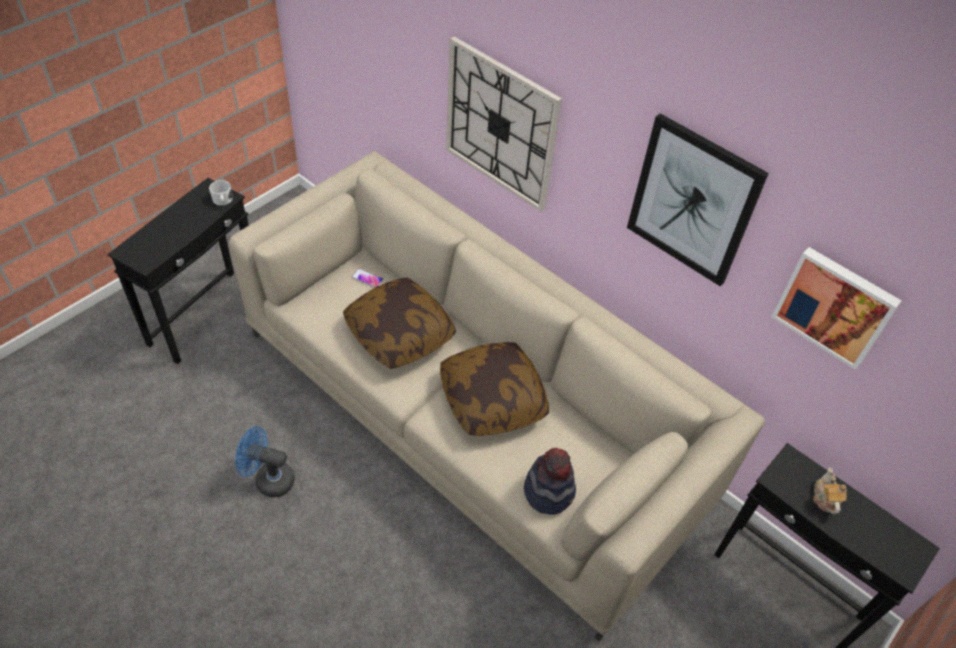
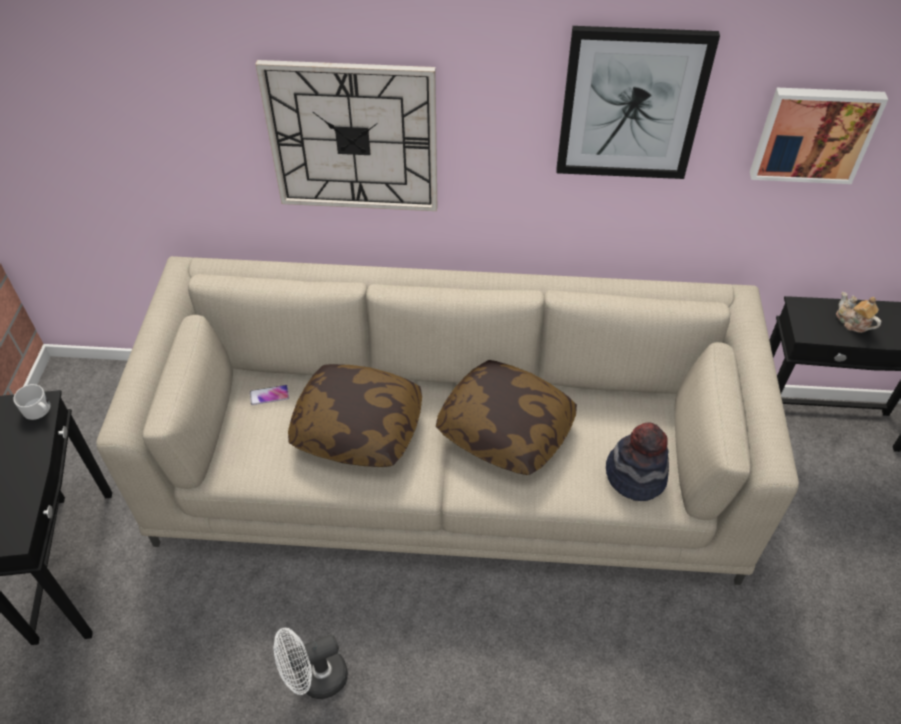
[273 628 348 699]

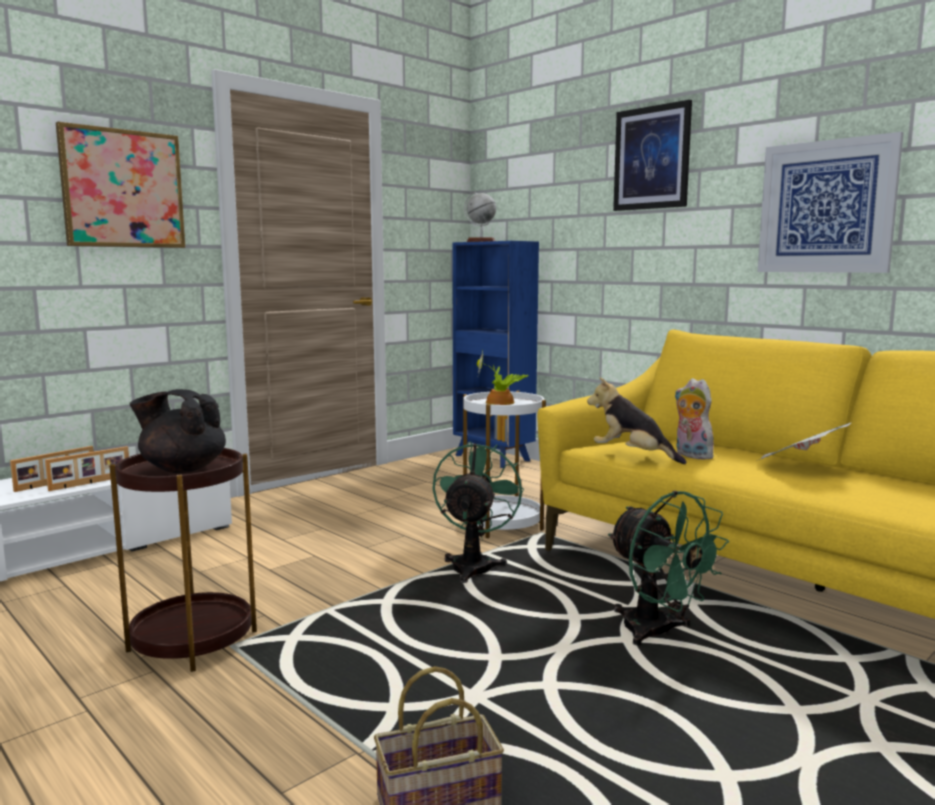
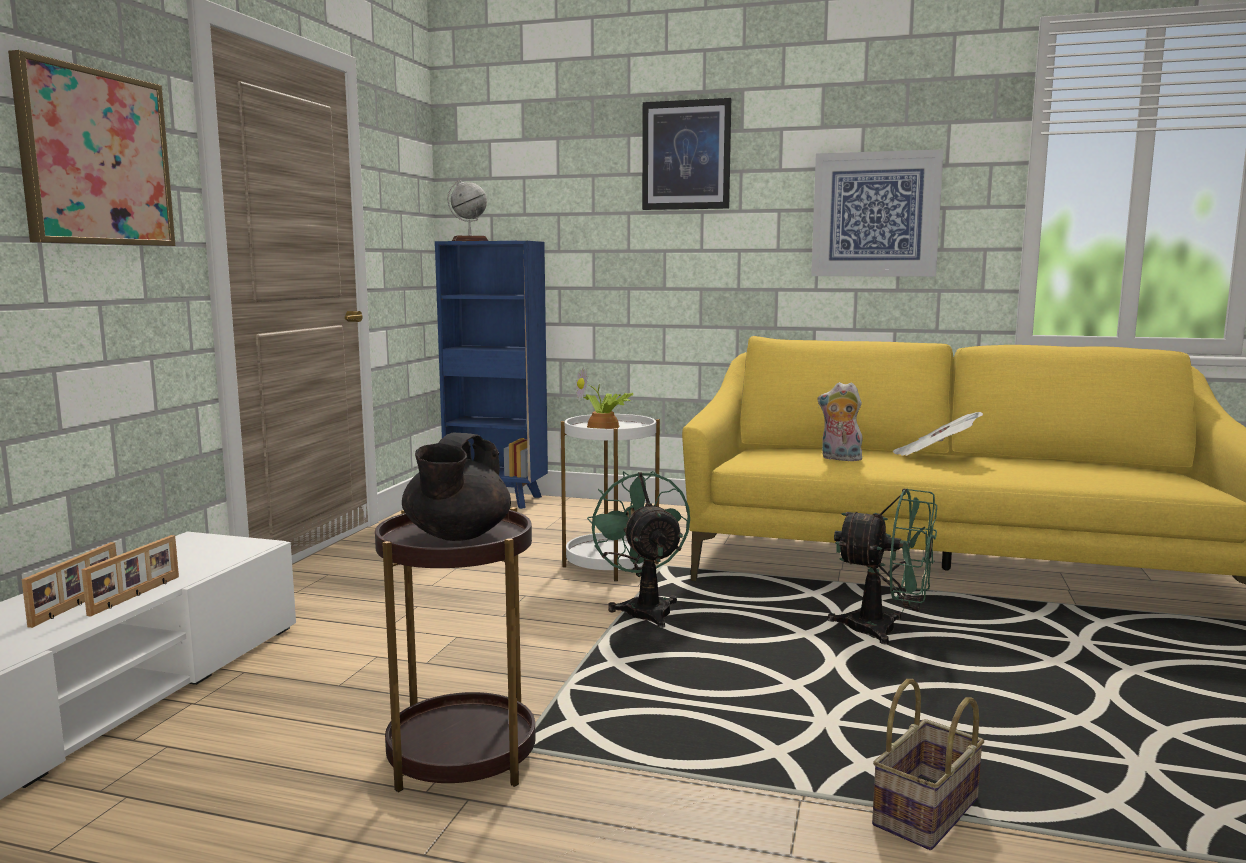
[587 378 686 464] (first image)
[402 433 511 541]

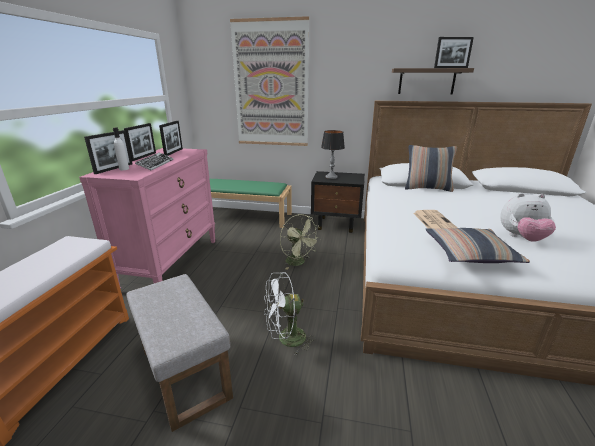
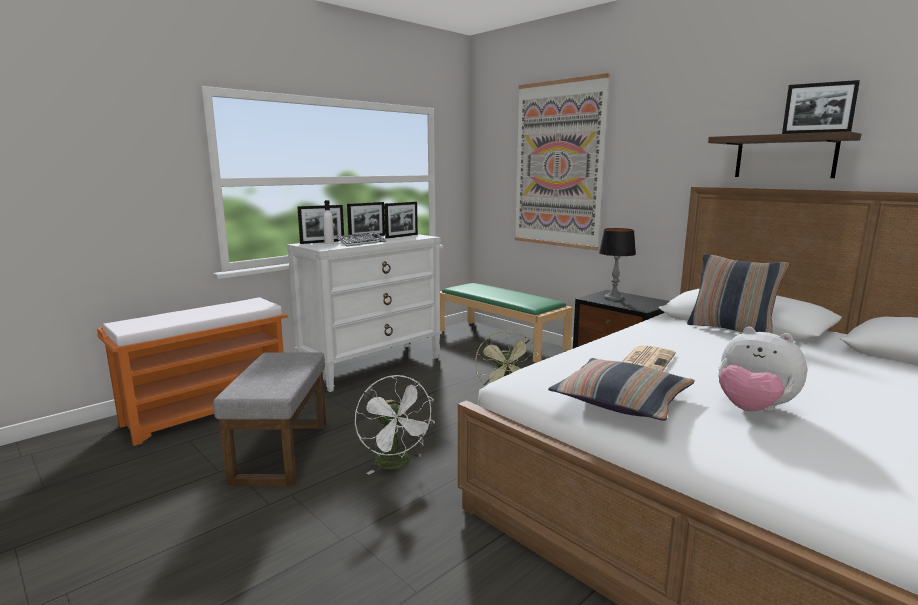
[287 234 441 392]
[355 375 435 475]

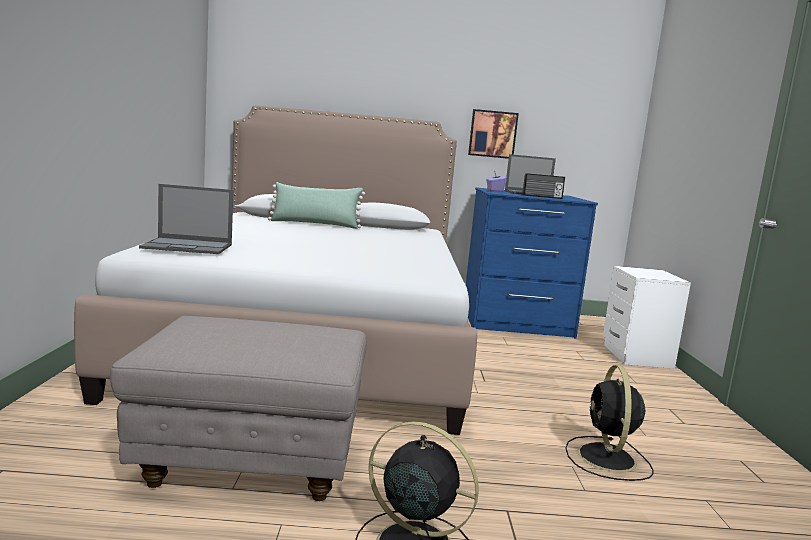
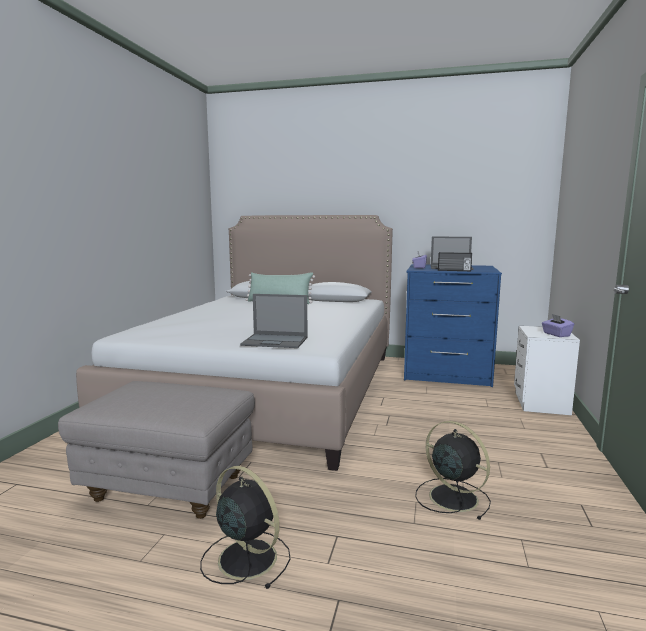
[468 109 519 159] (first image)
[542 314 574 337]
[240 294 308 348]
[415 421 491 520]

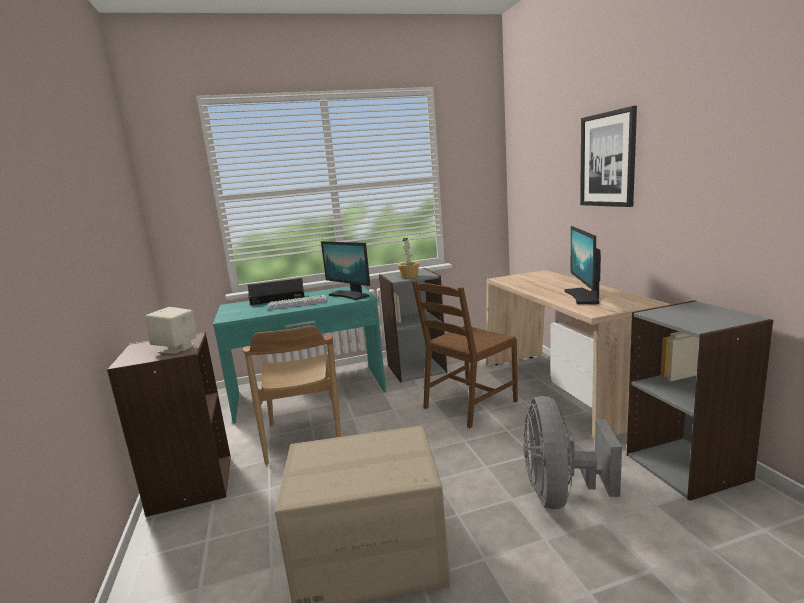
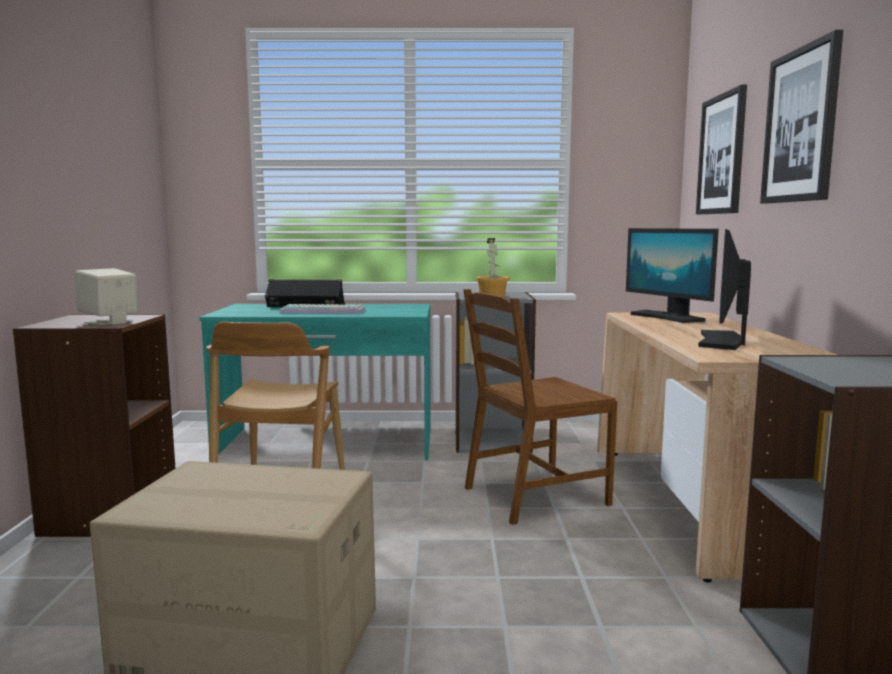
[523 396 622 509] (first image)
[696 85 747 214]
[626 228 719 323]

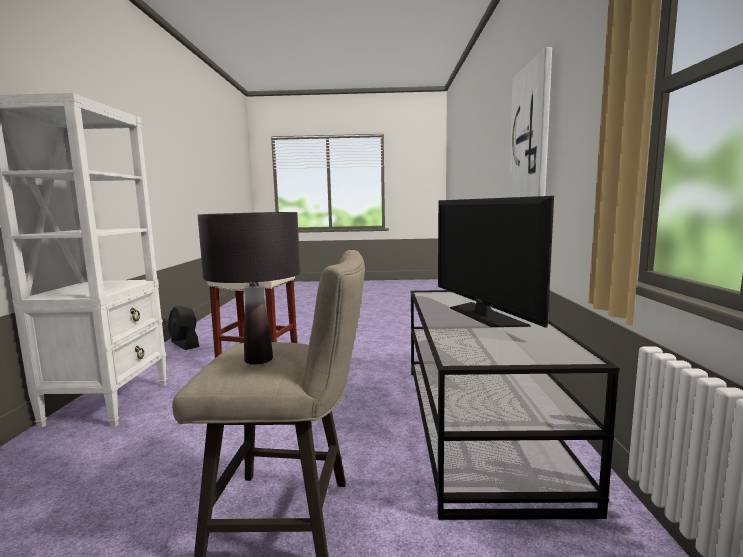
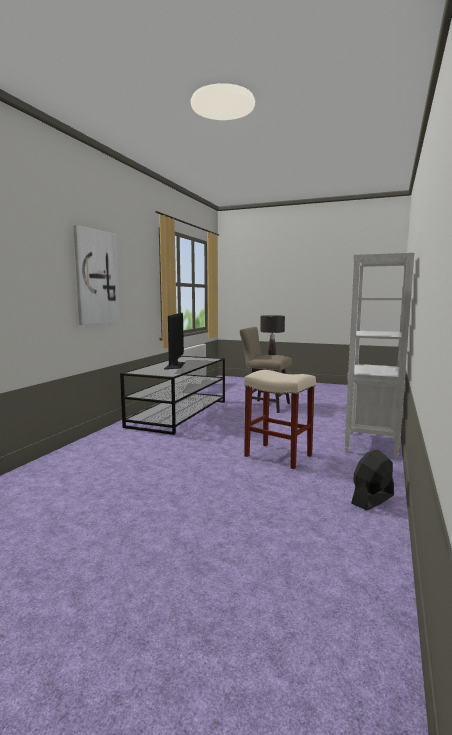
[351 449 394 510]

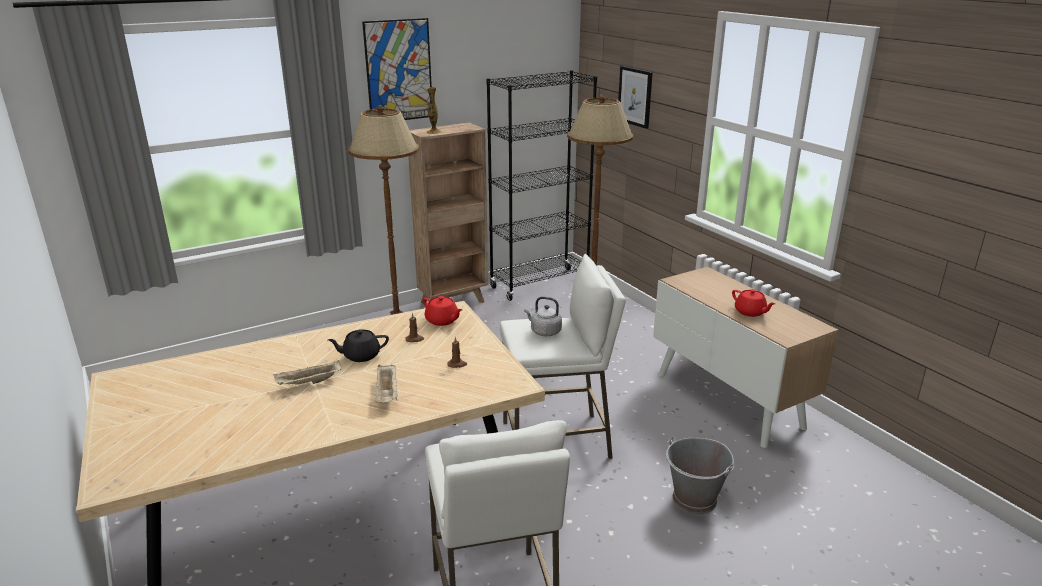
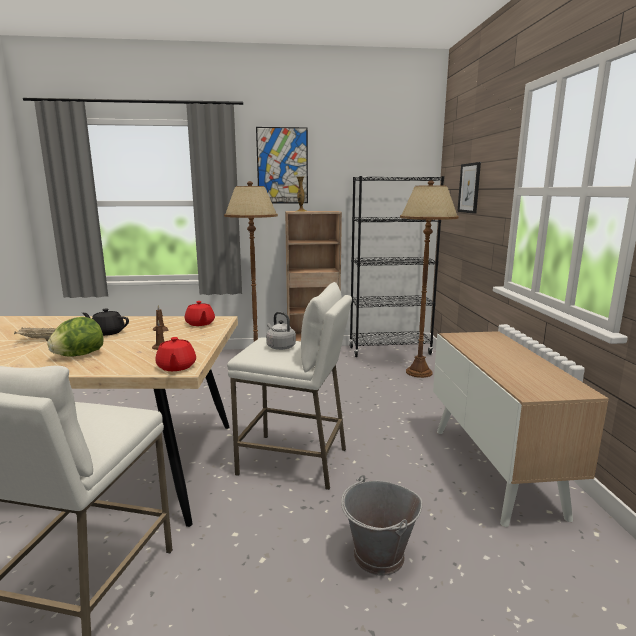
[155 337 196 371]
[47 317 104 356]

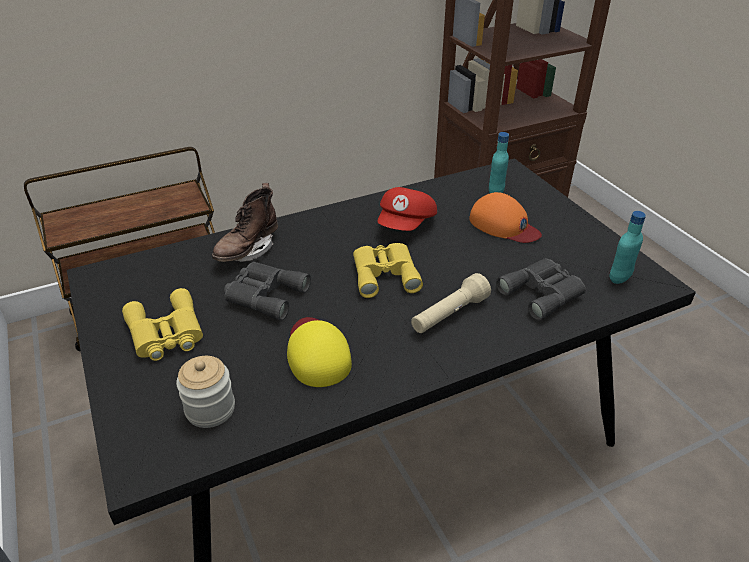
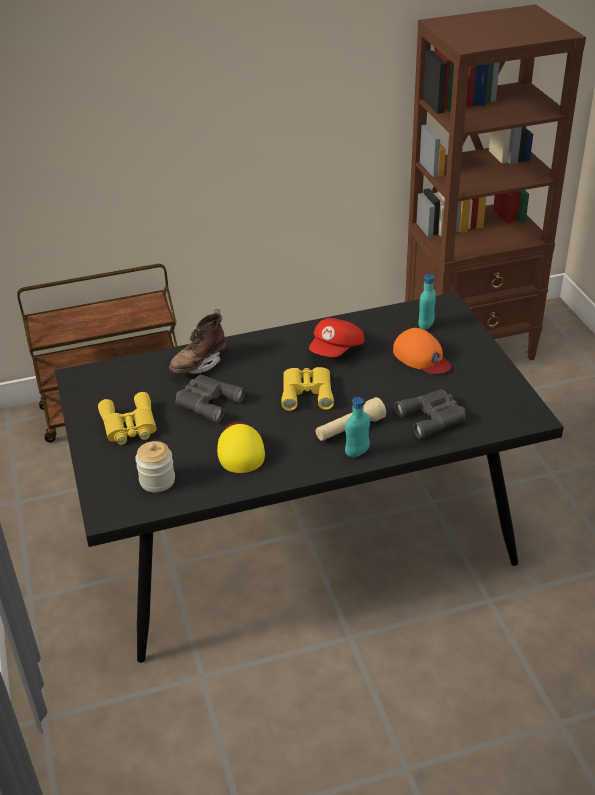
[345 397 370 457]

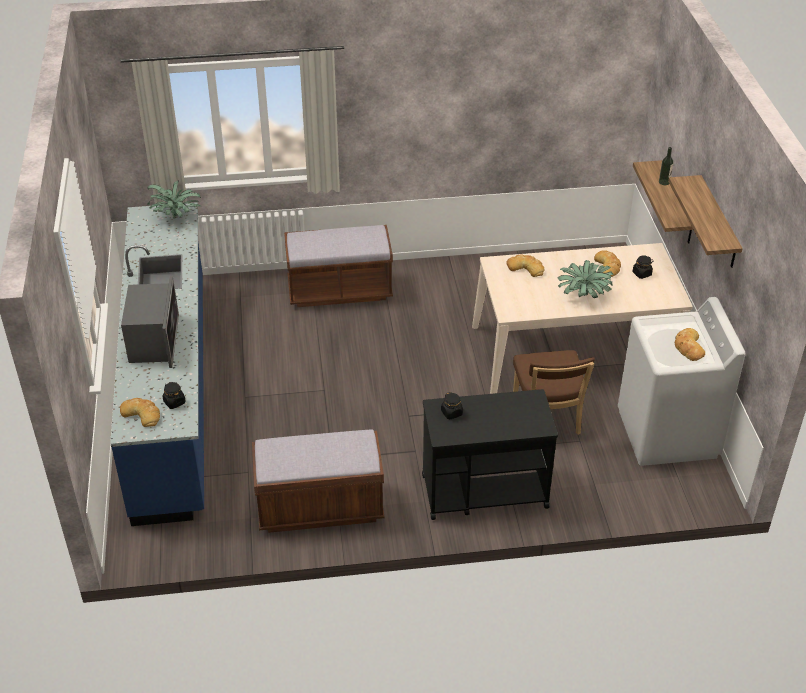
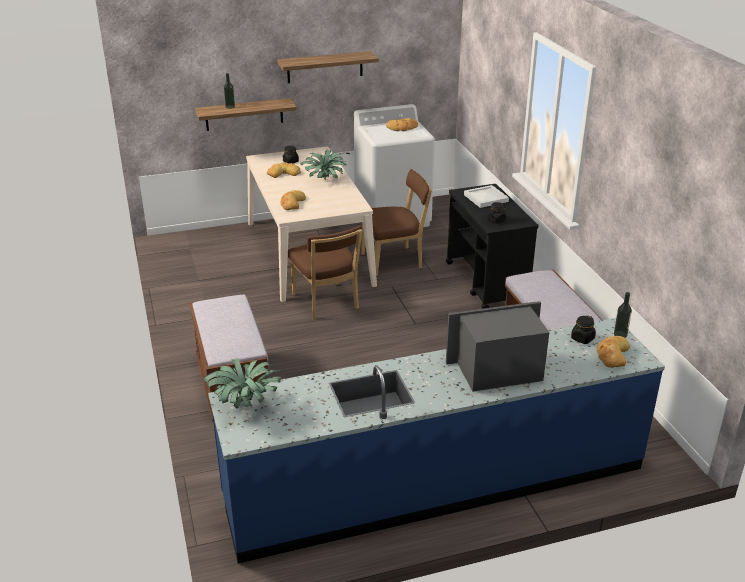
[288 225 363 320]
[464 185 509 208]
[614 292 632 338]

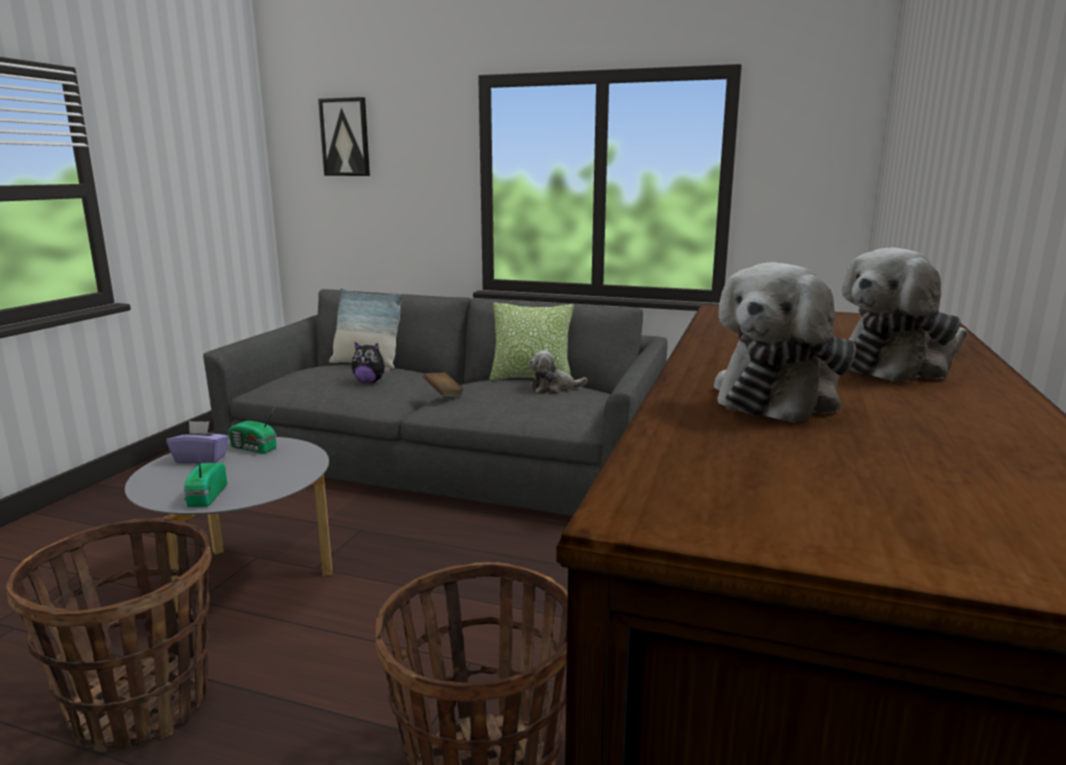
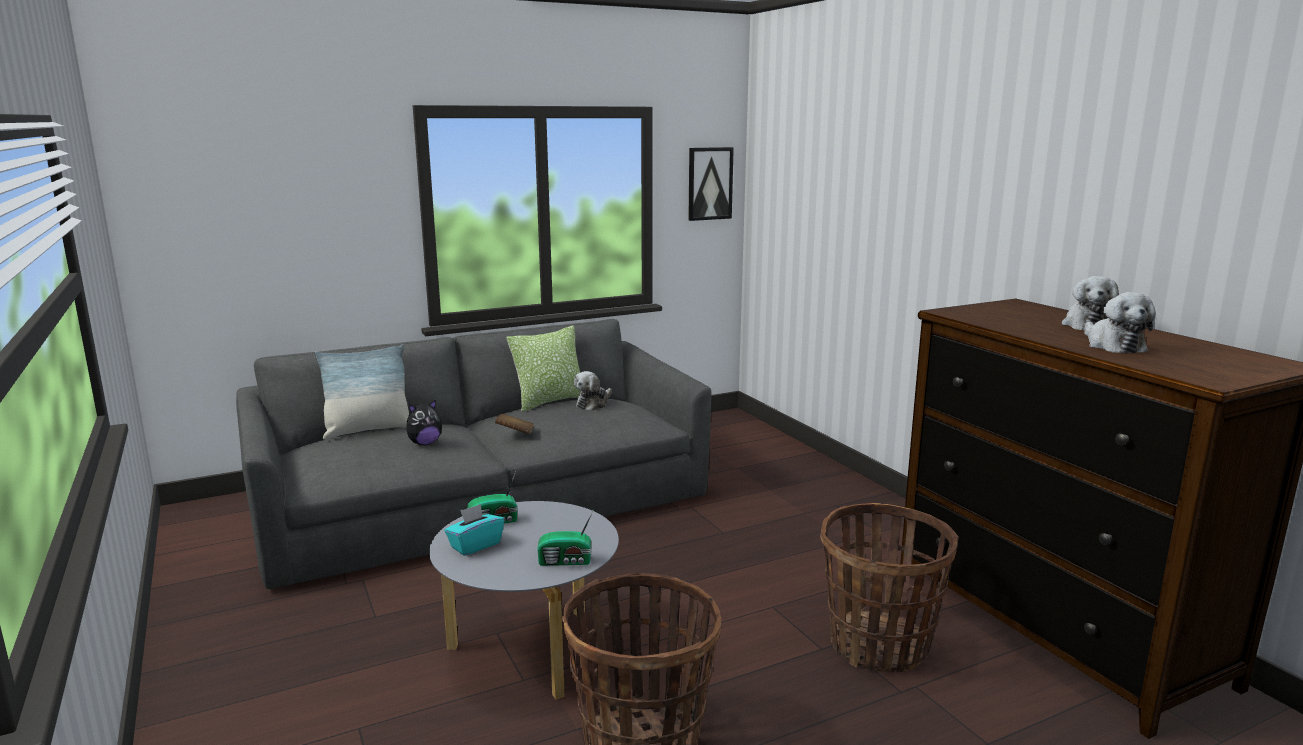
[688 147 734 221]
[445 504 504 556]
[537 509 594 566]

